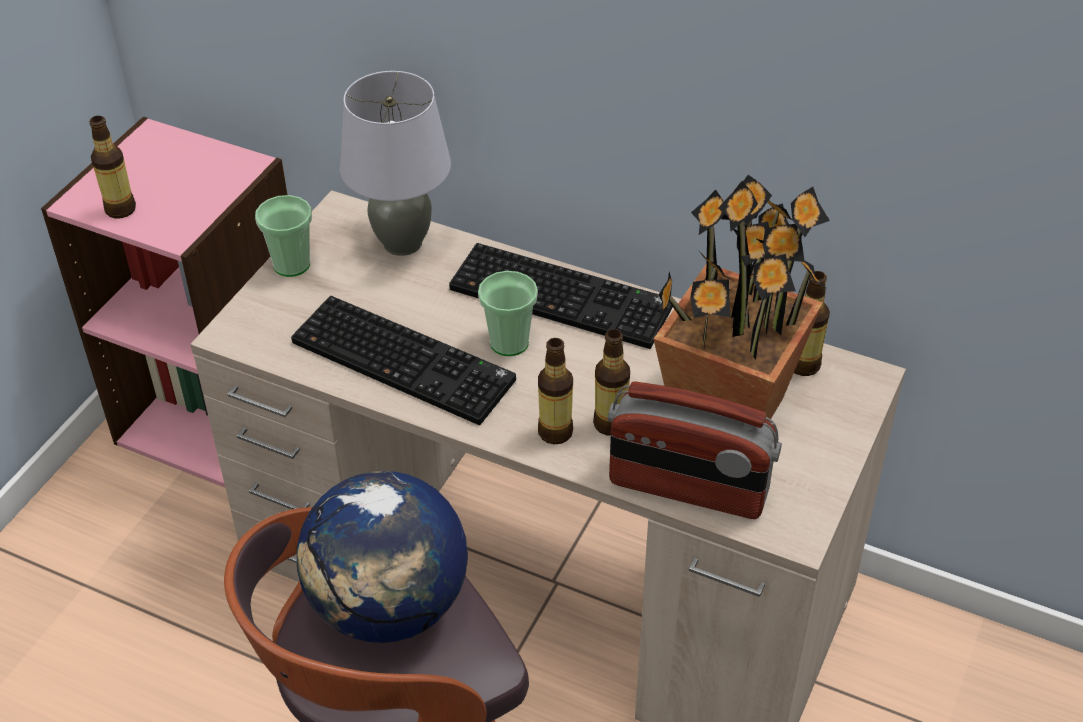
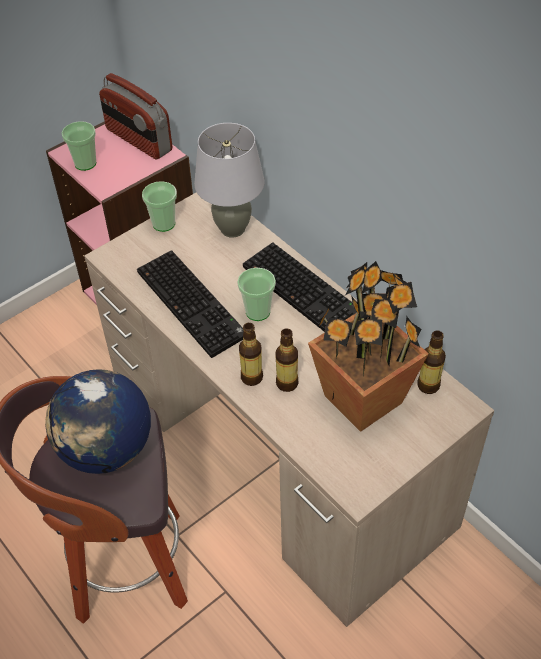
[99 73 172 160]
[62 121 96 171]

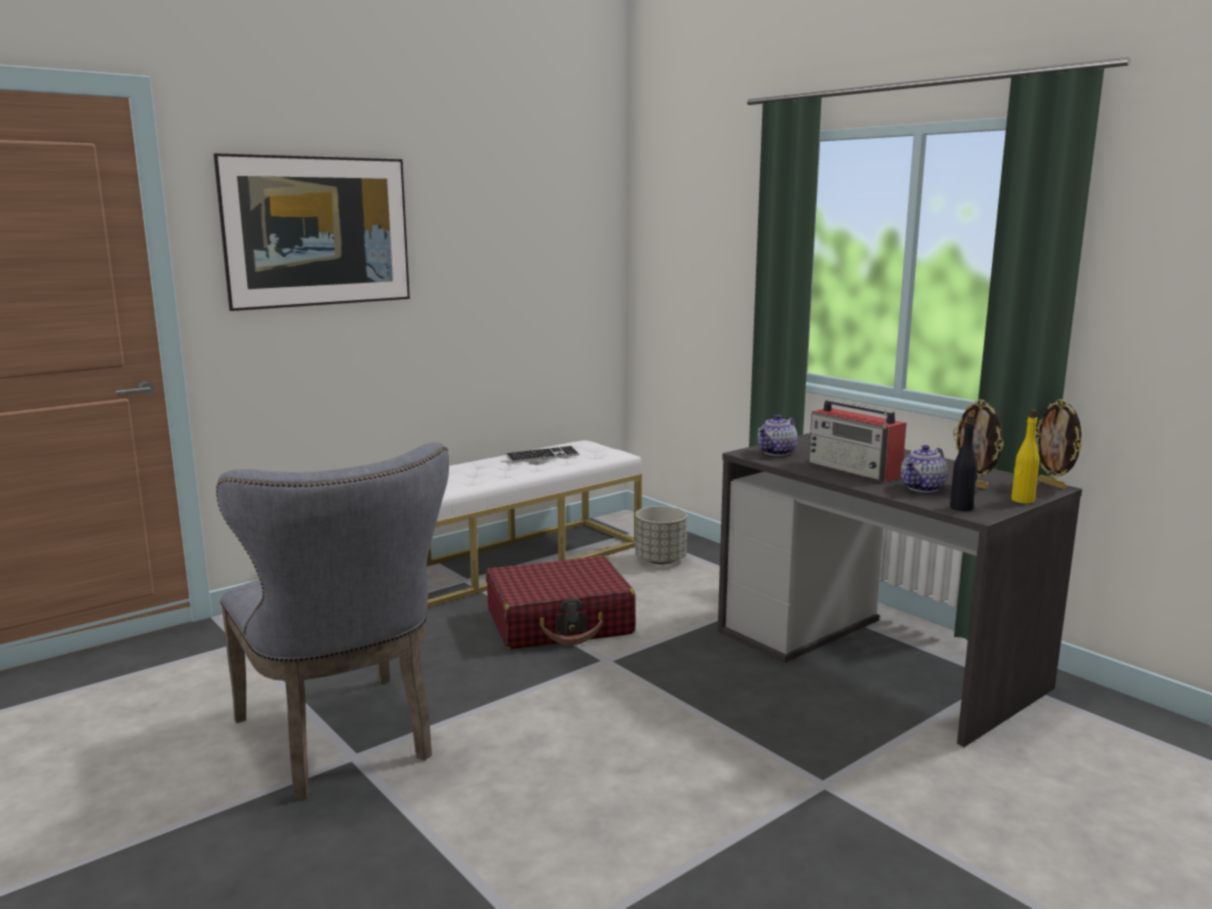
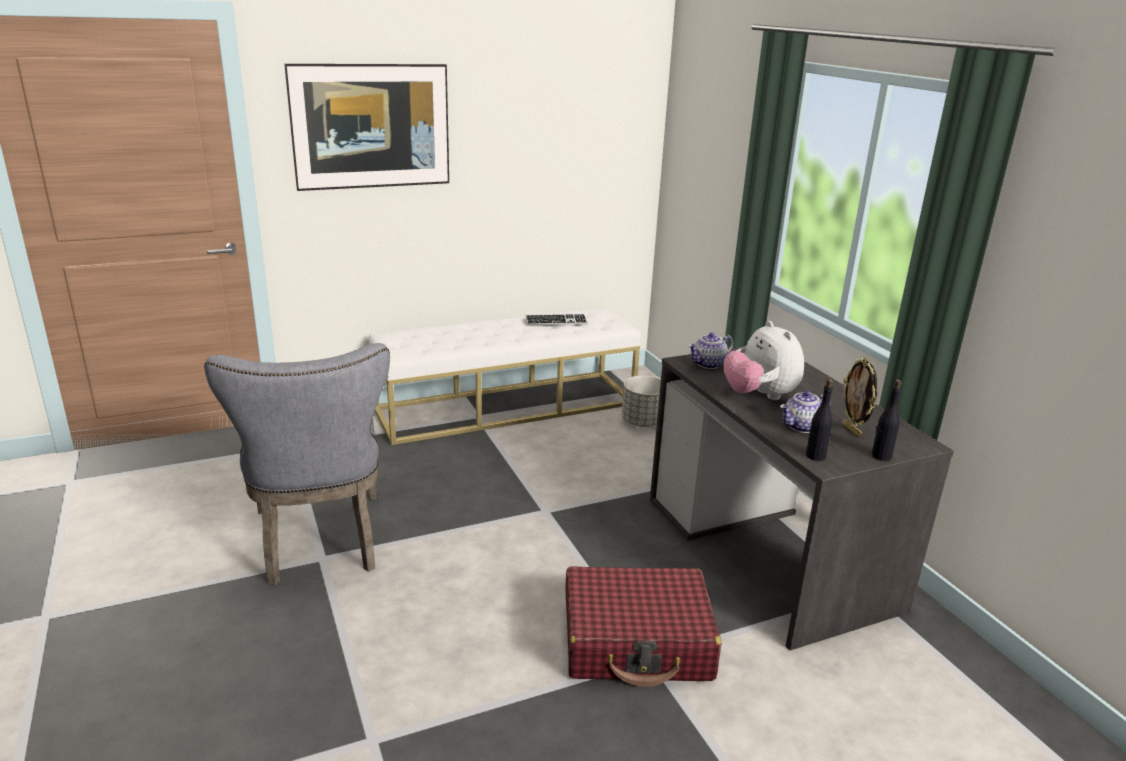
[1035 399 1082 489] (first image)
[566 566 722 687]
[724 321 804 400]
[872 380 901 461]

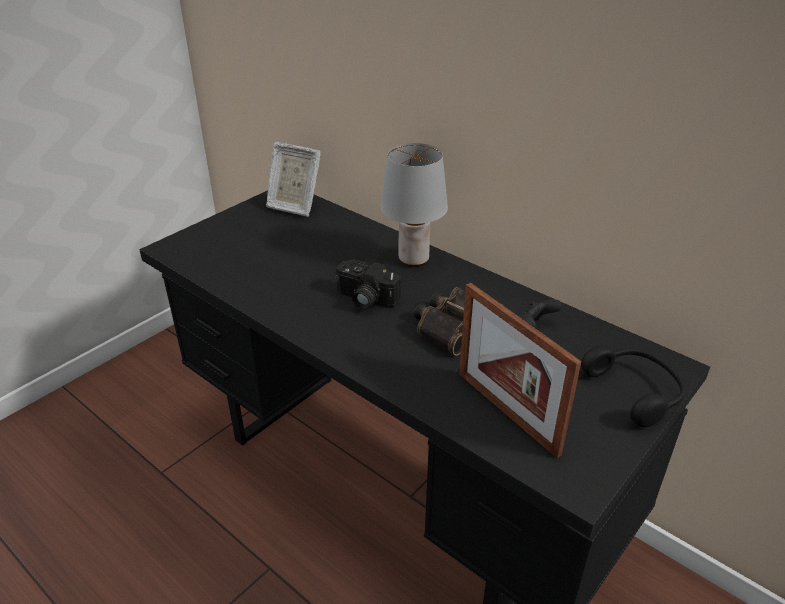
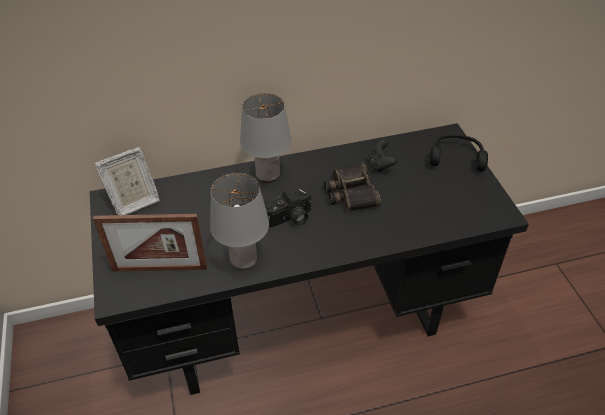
[210 173 269 269]
[93 214 207 272]

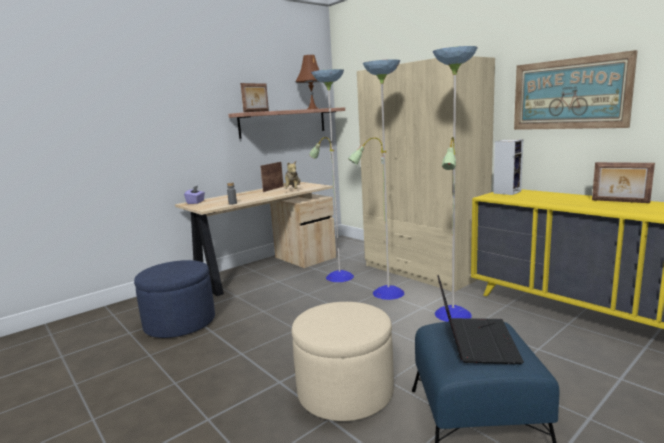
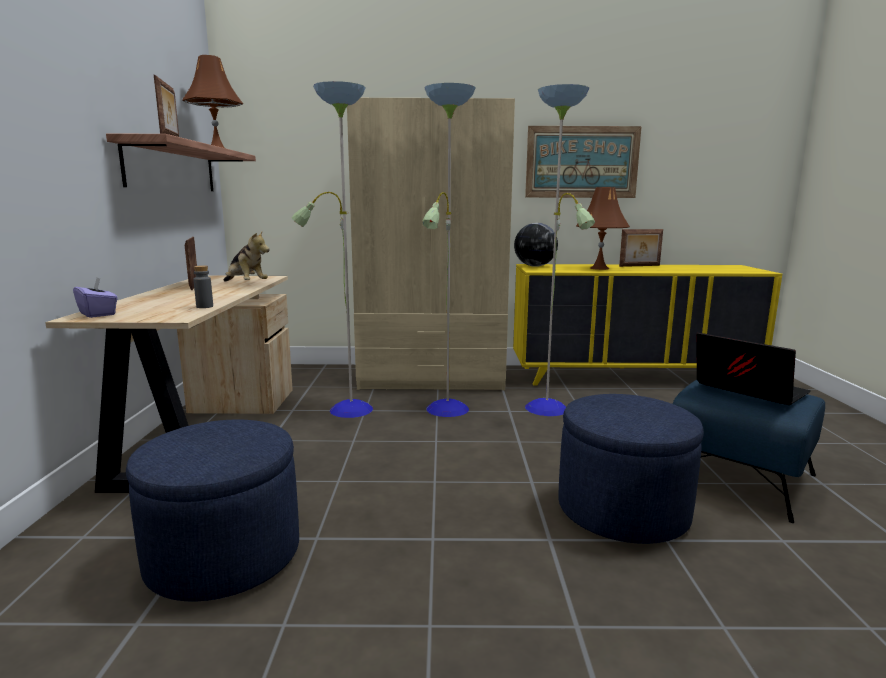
[576 187 630 270]
[514 223 558 267]
[558 394 704 544]

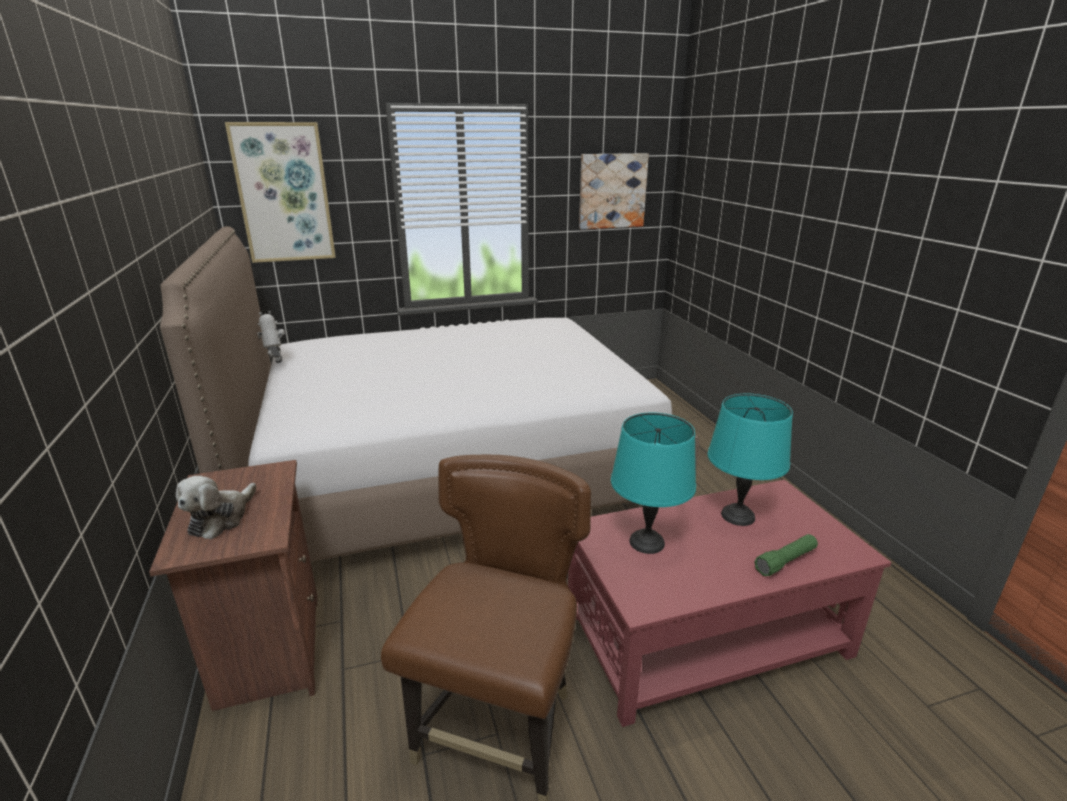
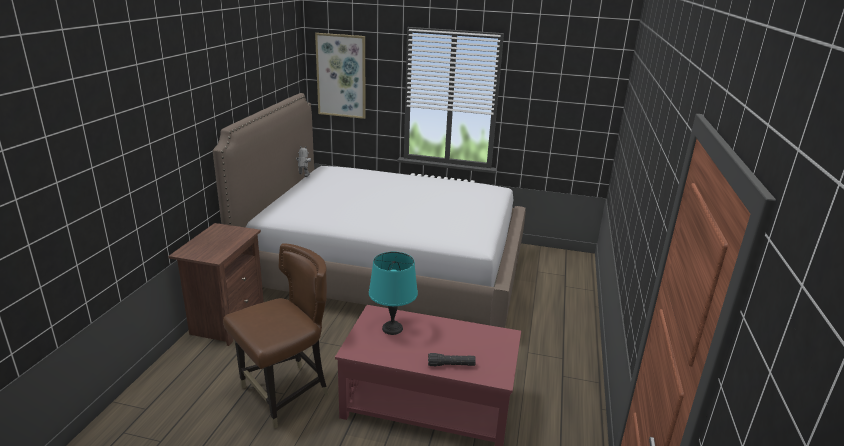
[176 476 256 539] (first image)
[579 153 649 229] (first image)
[708 394 793 526] (first image)
[428 353 476 366]

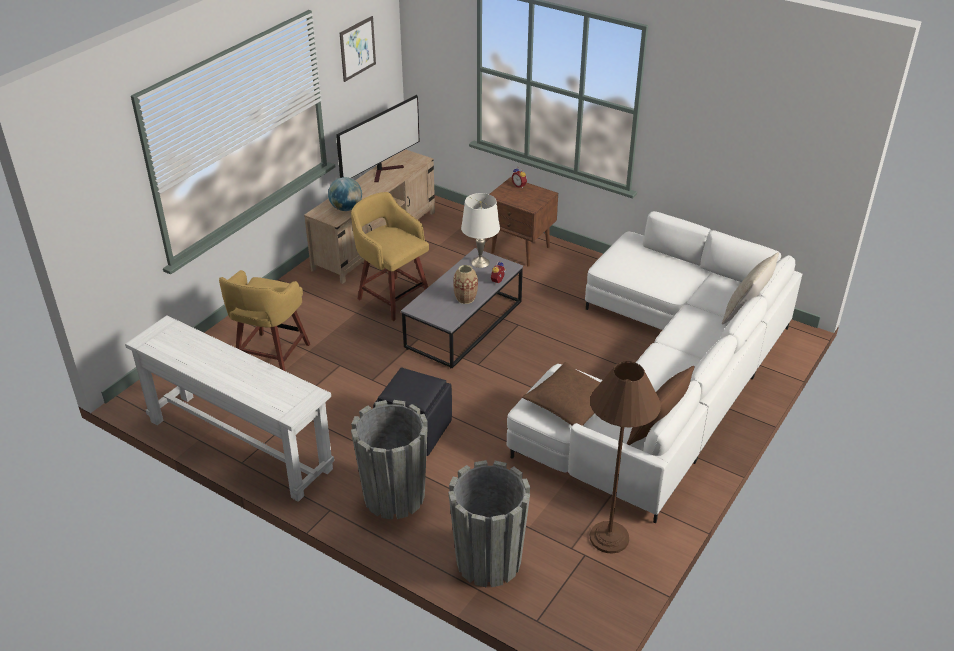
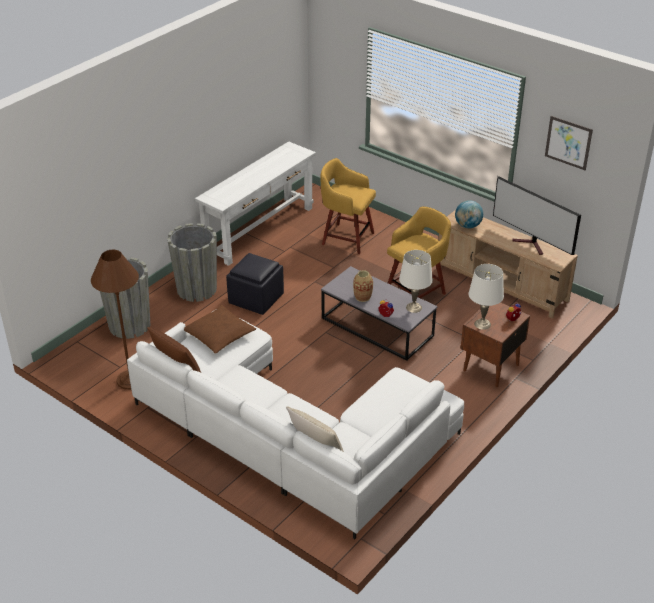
[468 264 504 330]

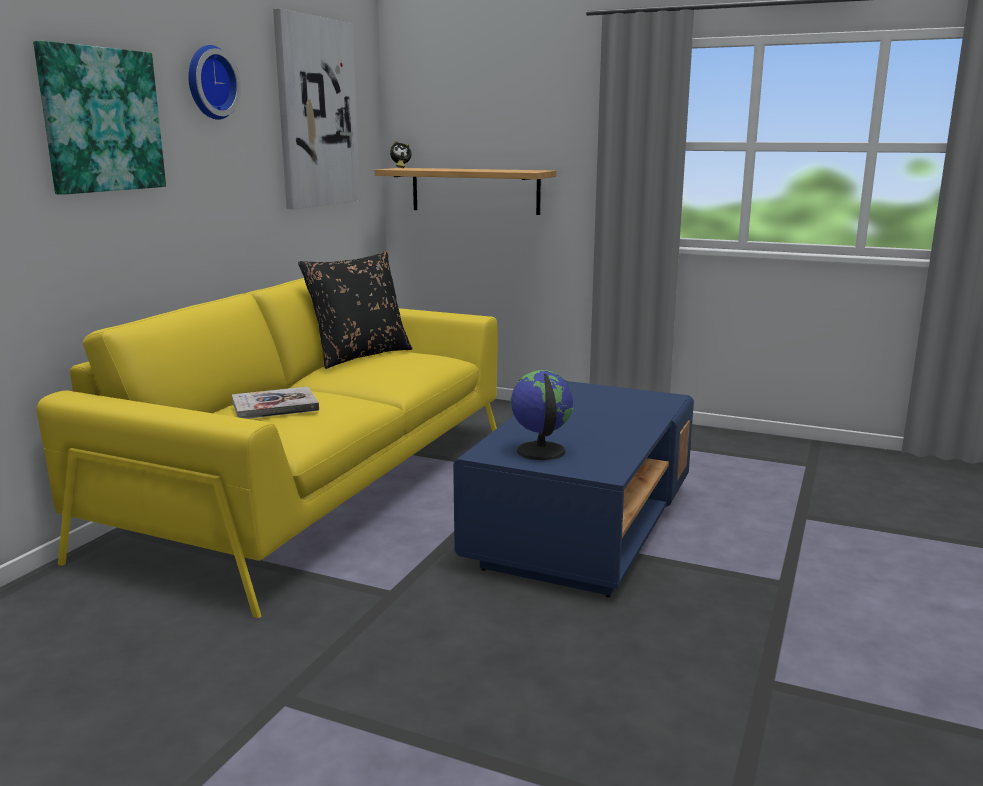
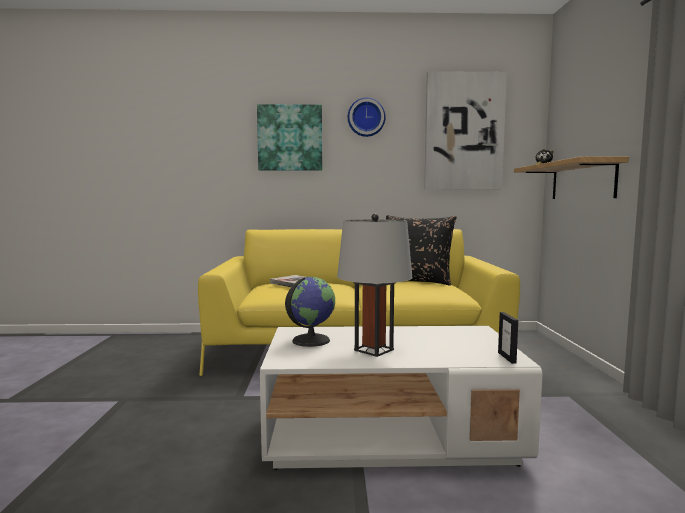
[337 214 412 357]
[498 312 518 364]
[260 326 543 470]

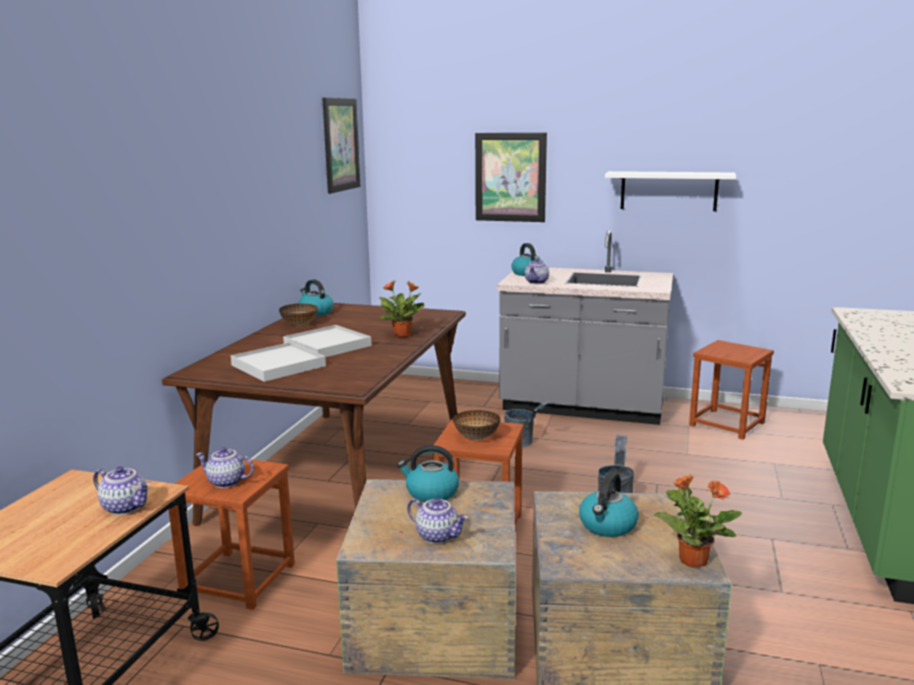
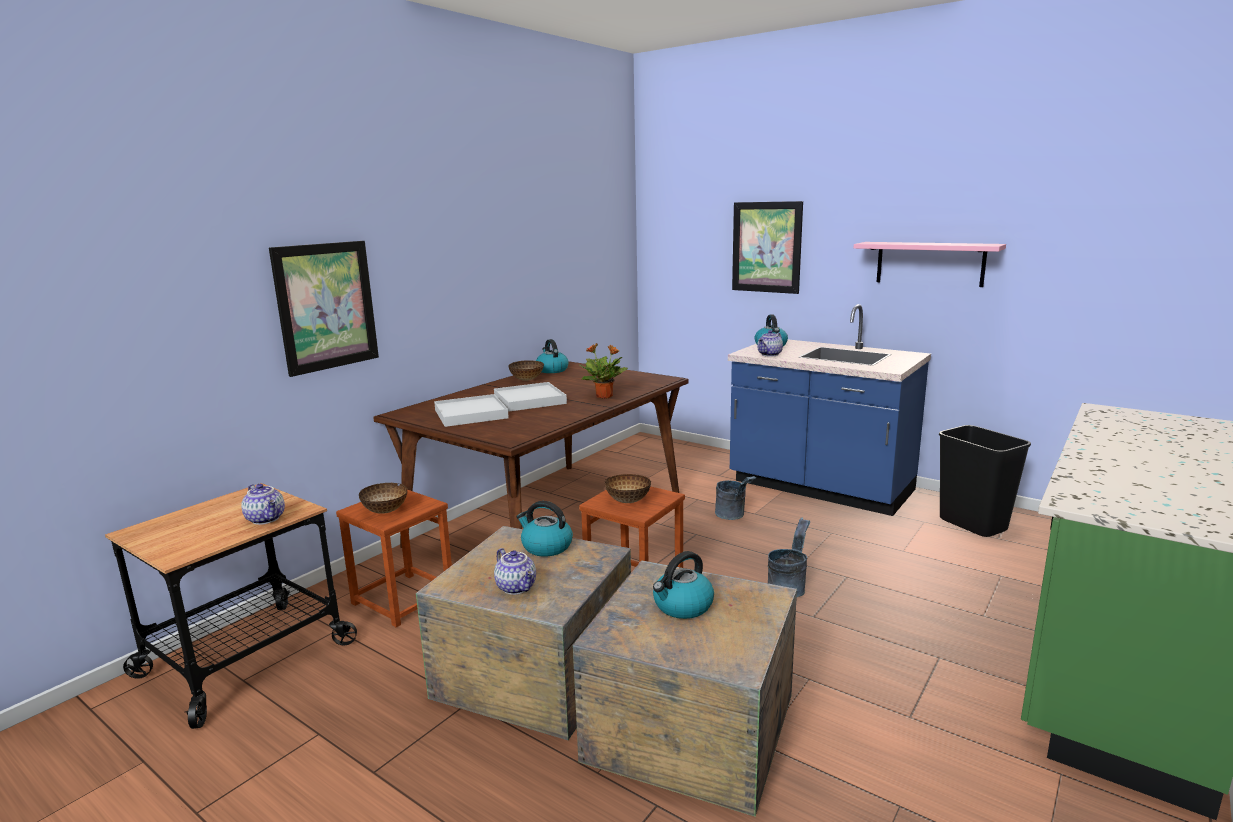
[654 475 742 568] (first image)
[269 241 379 377]
[359 483 407 514]
[939 425 1031 537]
[728 304 931 516]
[854 242 1006 287]

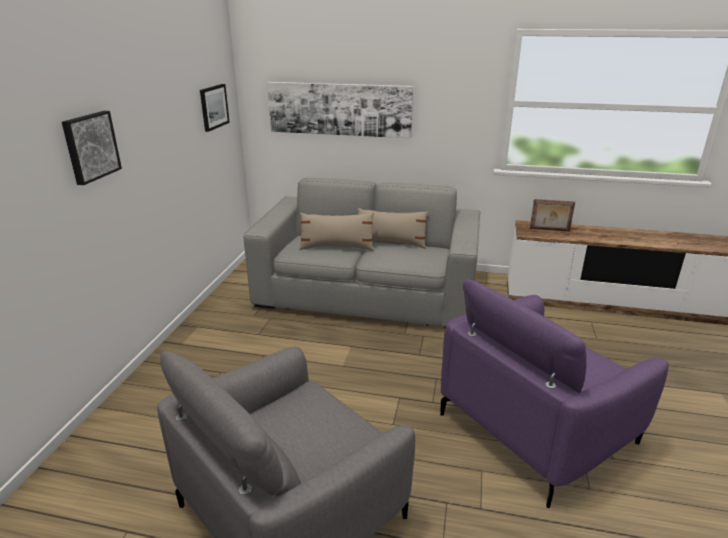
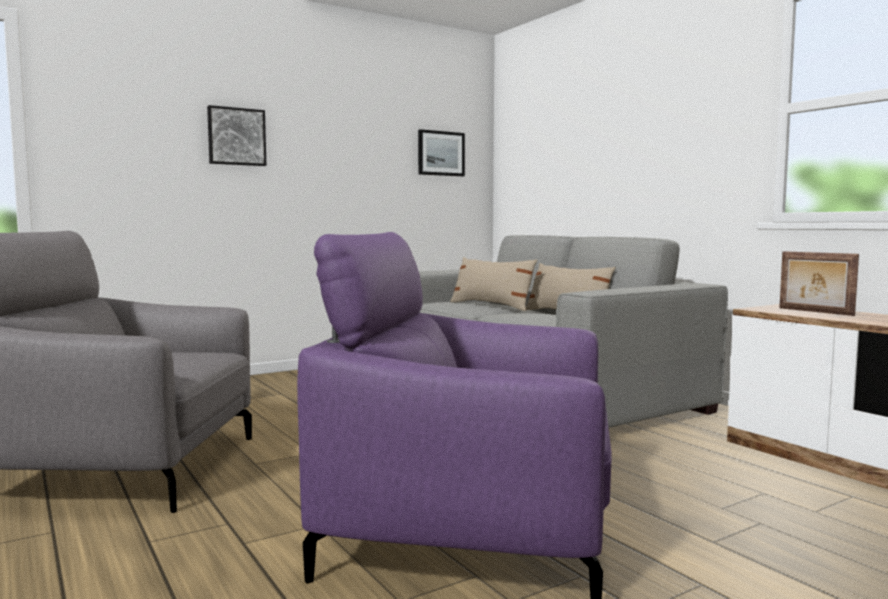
[267 82 413 138] (first image)

